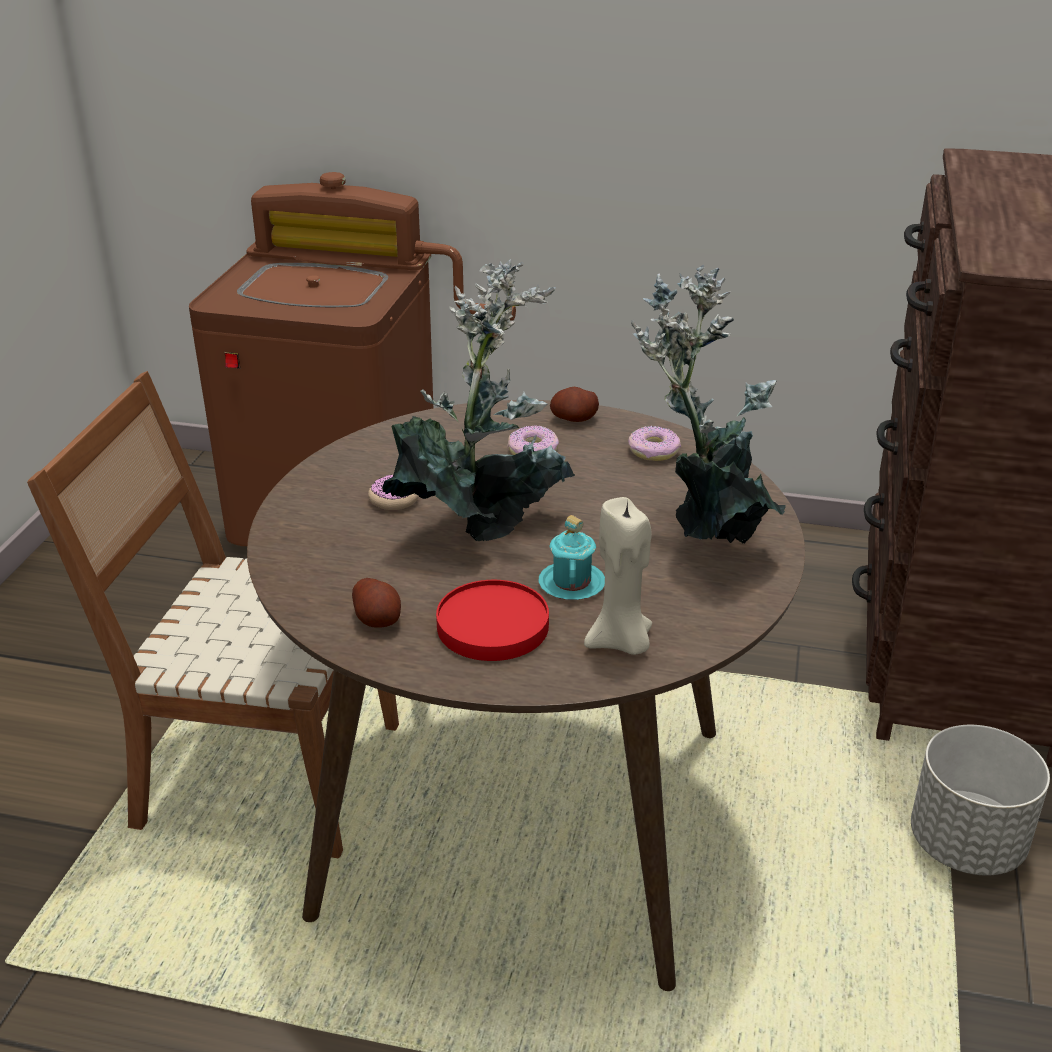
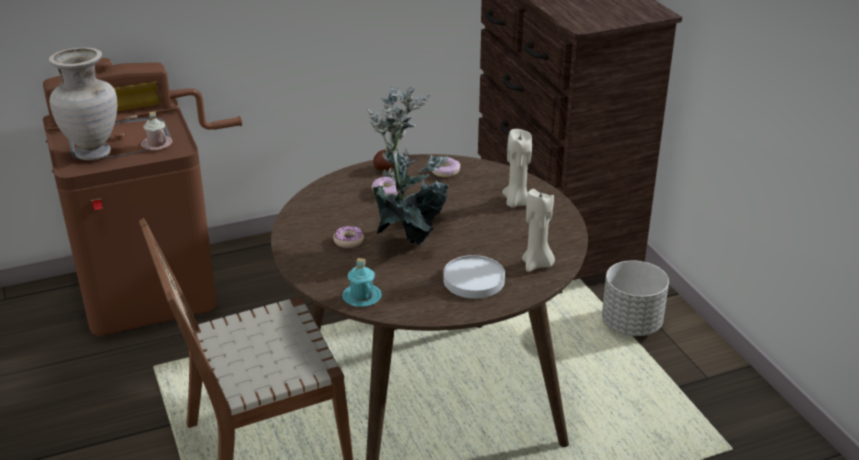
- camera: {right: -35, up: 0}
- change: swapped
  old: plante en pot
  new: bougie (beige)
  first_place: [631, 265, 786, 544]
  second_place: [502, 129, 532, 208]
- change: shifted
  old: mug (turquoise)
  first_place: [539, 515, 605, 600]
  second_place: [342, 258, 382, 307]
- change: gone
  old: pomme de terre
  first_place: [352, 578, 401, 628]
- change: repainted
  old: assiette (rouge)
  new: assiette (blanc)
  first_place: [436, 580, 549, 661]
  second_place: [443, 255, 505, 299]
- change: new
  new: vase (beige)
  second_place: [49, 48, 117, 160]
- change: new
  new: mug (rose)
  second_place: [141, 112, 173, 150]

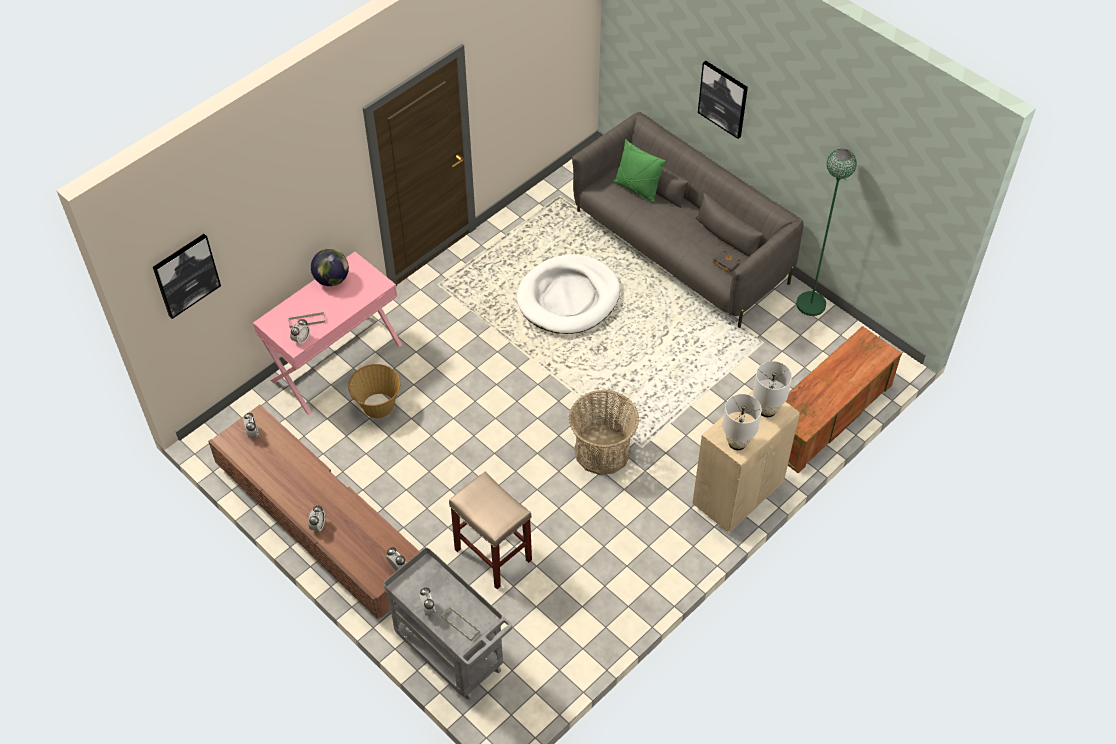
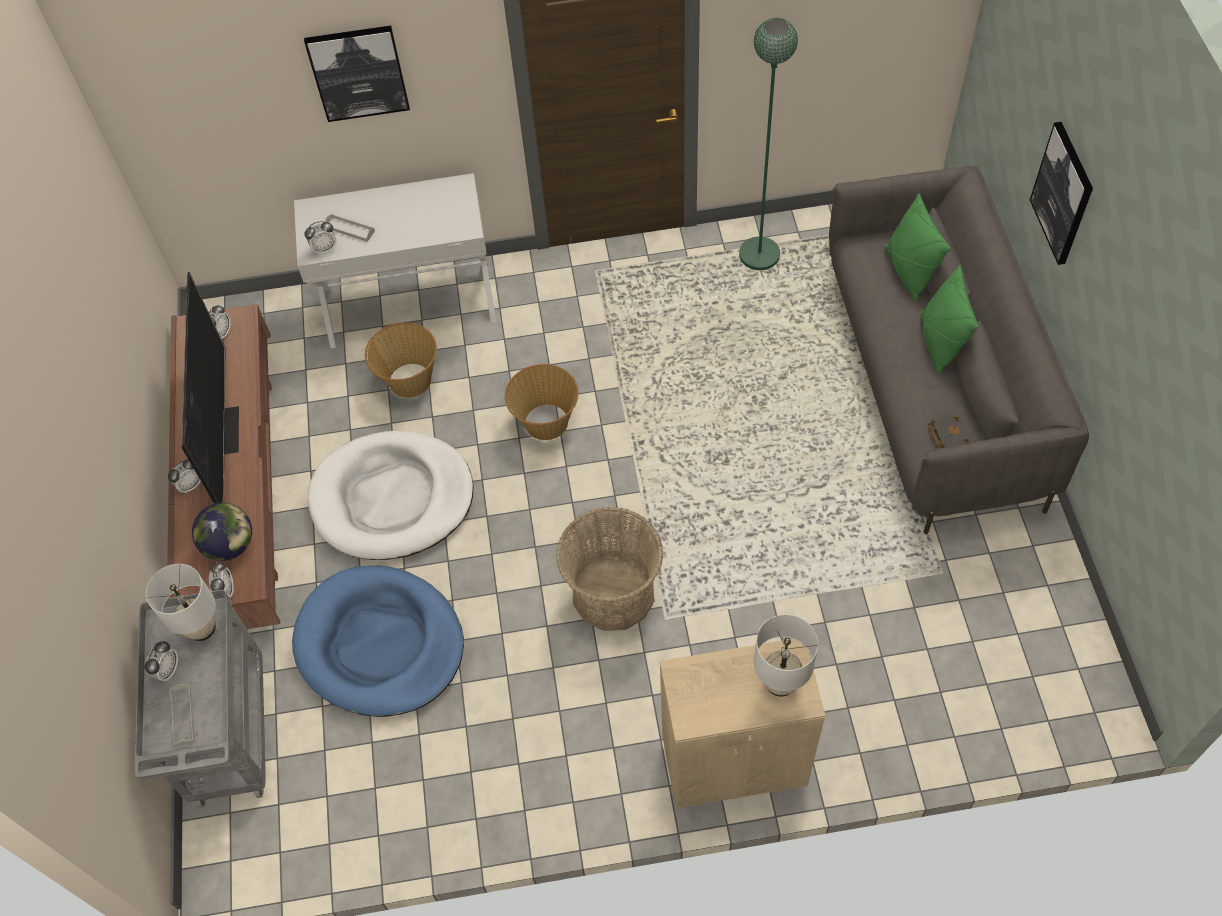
- camera: {right: 40, up: 5}
- change: shifted
  old: lampadaire (vert)
  first_place: [796, 149, 857, 316]
  second_place: [739, 18, 798, 270]
- change: shifted
  old: tableau
  first_place: [153, 234, 221, 319]
  second_place: [304, 26, 410, 122]
- change: shifted
  old: globe
  first_place: [311, 249, 349, 286]
  second_place: [192, 503, 252, 561]
- change: repainted
  old: table console (rose)
  new: table console (blanc)
  first_place: [253, 252, 402, 415]
  second_place: [294, 173, 496, 348]
- change: shifted
  old: panier pour chien (blanc)
  first_place: [516, 254, 620, 334]
  second_place: [308, 431, 473, 560]
- change: gone
  old: banc (marron)
  first_place: [786, 326, 902, 473]
- change: shifted
  old: lampe de table (blanc)
  first_place: [722, 394, 762, 450]
  second_place: [146, 564, 216, 641]
- change: swapped
  old: tabouret (beige)
  new: panier pour chien (bleu)
  first_place: [449, 472, 532, 589]
  second_place: [292, 566, 464, 717]
- change: new
  new: coussin (vert)
  second_place: [921, 264, 978, 374]
- change: new
  new: téléviseur
  second_place: [182, 272, 239, 504]
- change: new
  new: panier
  second_place: [505, 364, 579, 440]

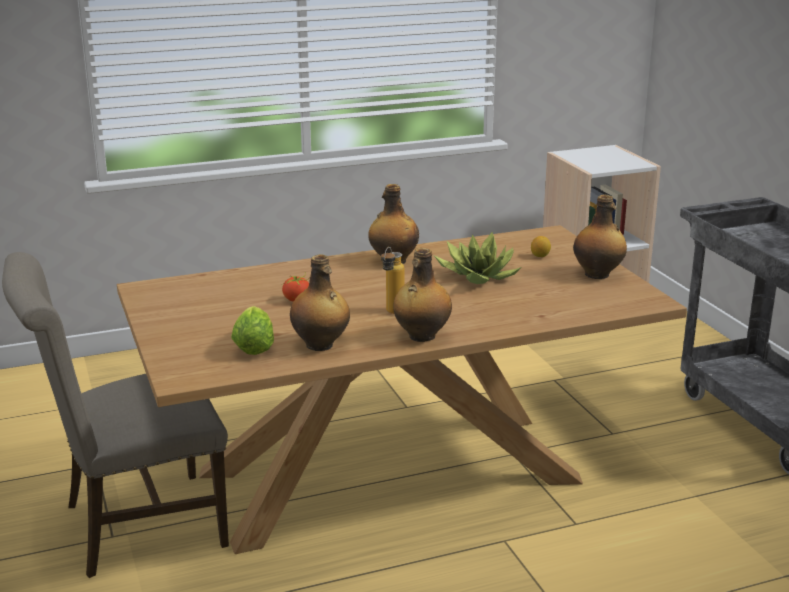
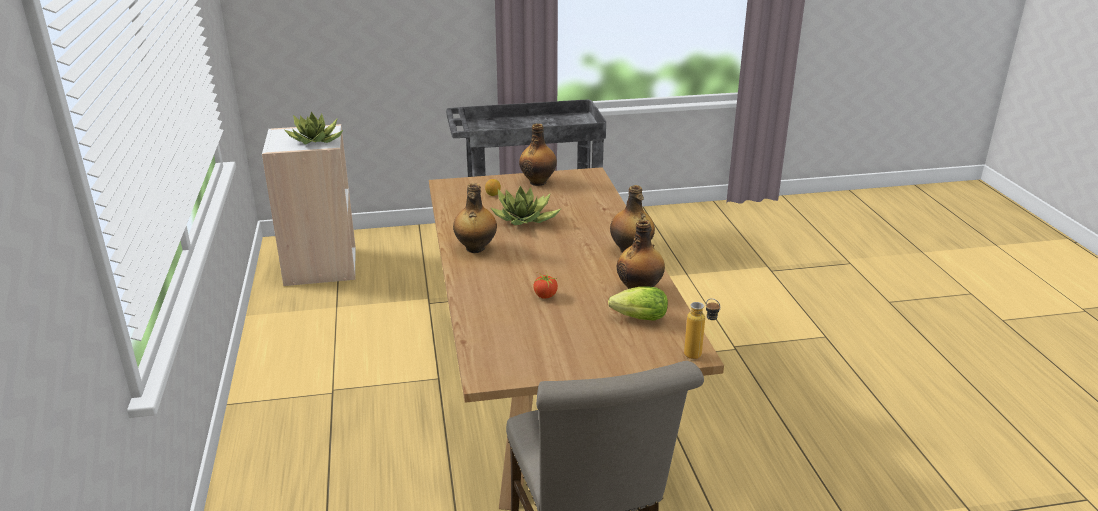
- camera: {right: -80, up: 5}
- change: shifted
  old: bouteille
  first_place: [381, 247, 405, 314]
  second_place: [684, 298, 720, 359]
- change: new
  new: plante en pot
  second_place: [285, 112, 344, 145]

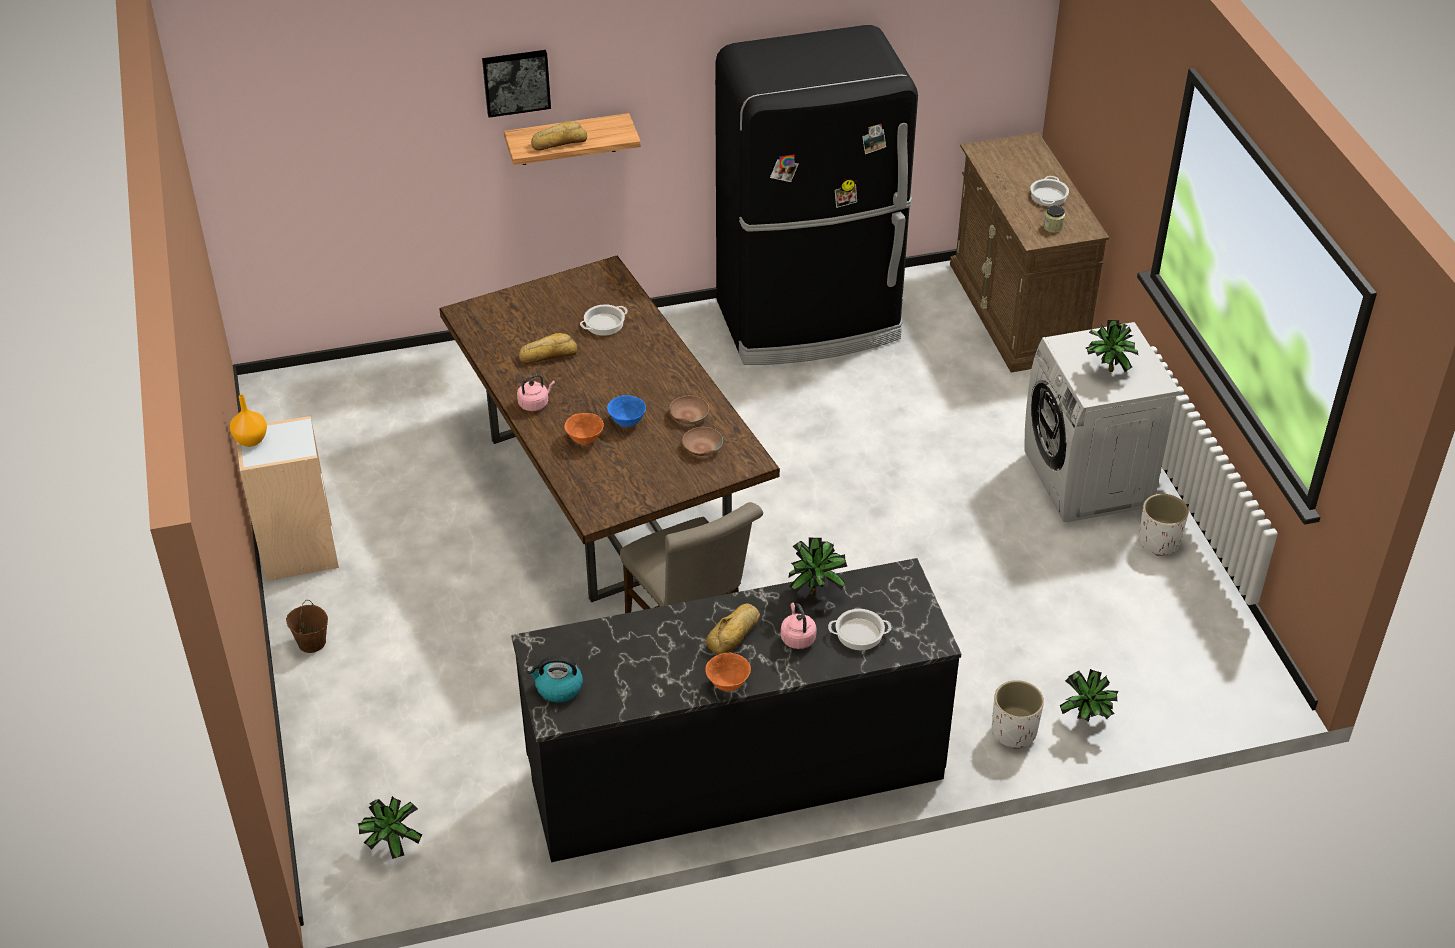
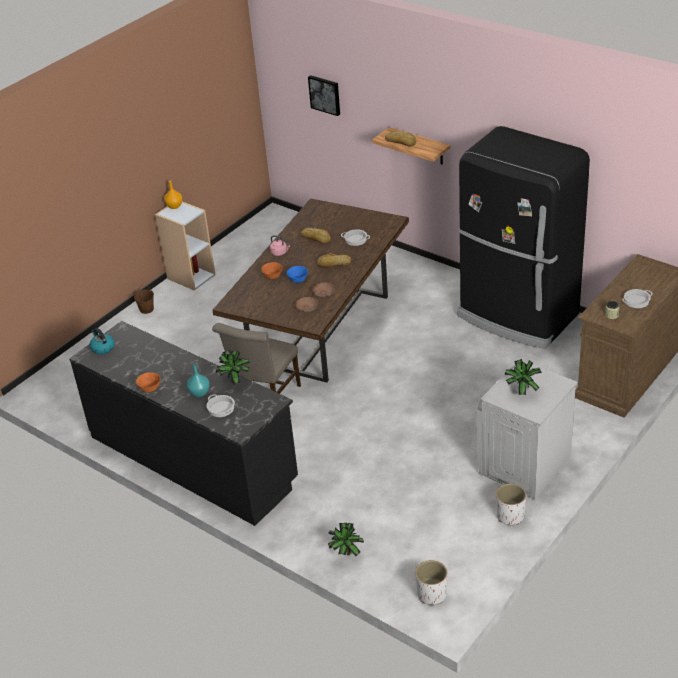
- camera: {right: 55, up: -5}
- change: shifted
  old: tableau
  first_place: [482, 50, 551, 118]
  second_place: [308, 75, 340, 116]
- change: swapped
  old: bouilloire (rose)
  new: vase (turquoise)
  first_place: [781, 603, 817, 649]
  second_place: [187, 364, 210, 397]
- change: shifted
  old: pain
  first_place: [706, 604, 760, 655]
  second_place: [317, 253, 351, 268]
- change: shifted
  old: cache-pot (blanc)
  first_place: [992, 680, 1044, 749]
  second_place: [415, 560, 448, 605]
- change: gone
  old: plante en pot
  first_place: [358, 796, 422, 859]

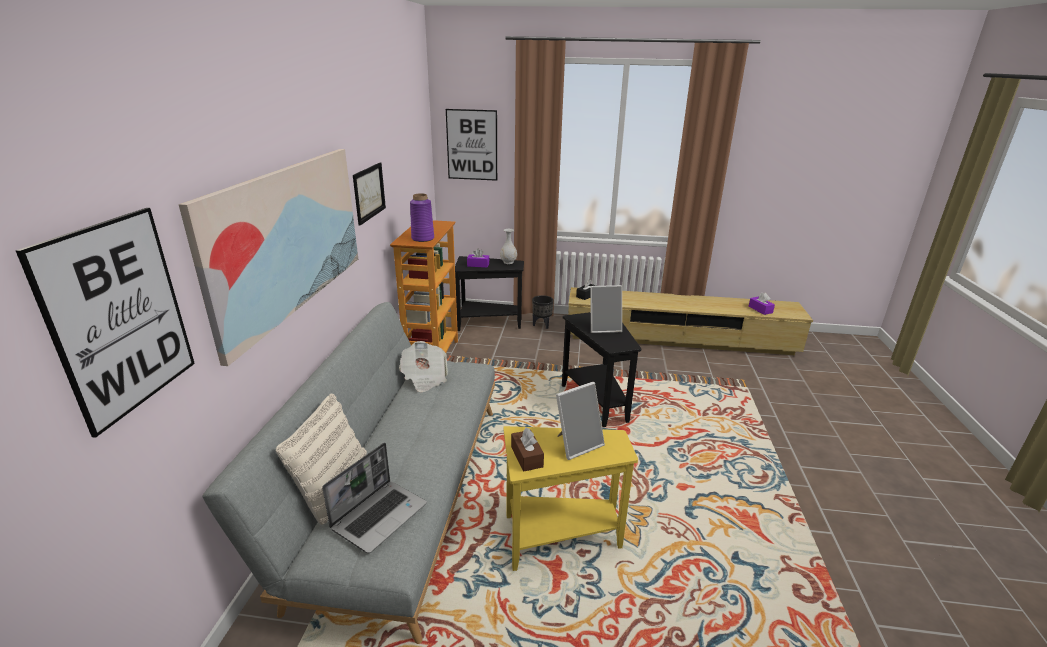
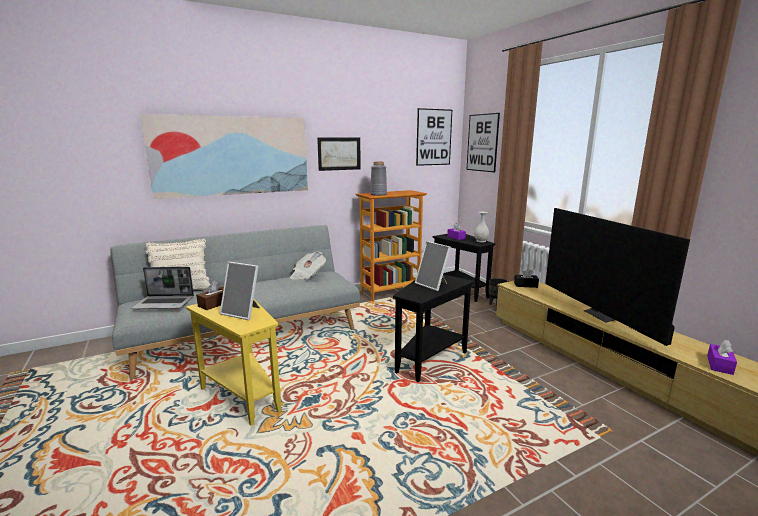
- camera: {right: 55, up: -10}
- change: repainted
  old: vase (violet)
  new: vase (gris)
  first_place: [410, 193, 434, 242]
  second_place: [370, 162, 387, 196]
- change: shifted
  old: tableau
  first_place: [16, 208, 195, 438]
  second_place: [416, 108, 452, 166]
- change: new
  new: téléviseur
  second_place: [545, 208, 690, 346]

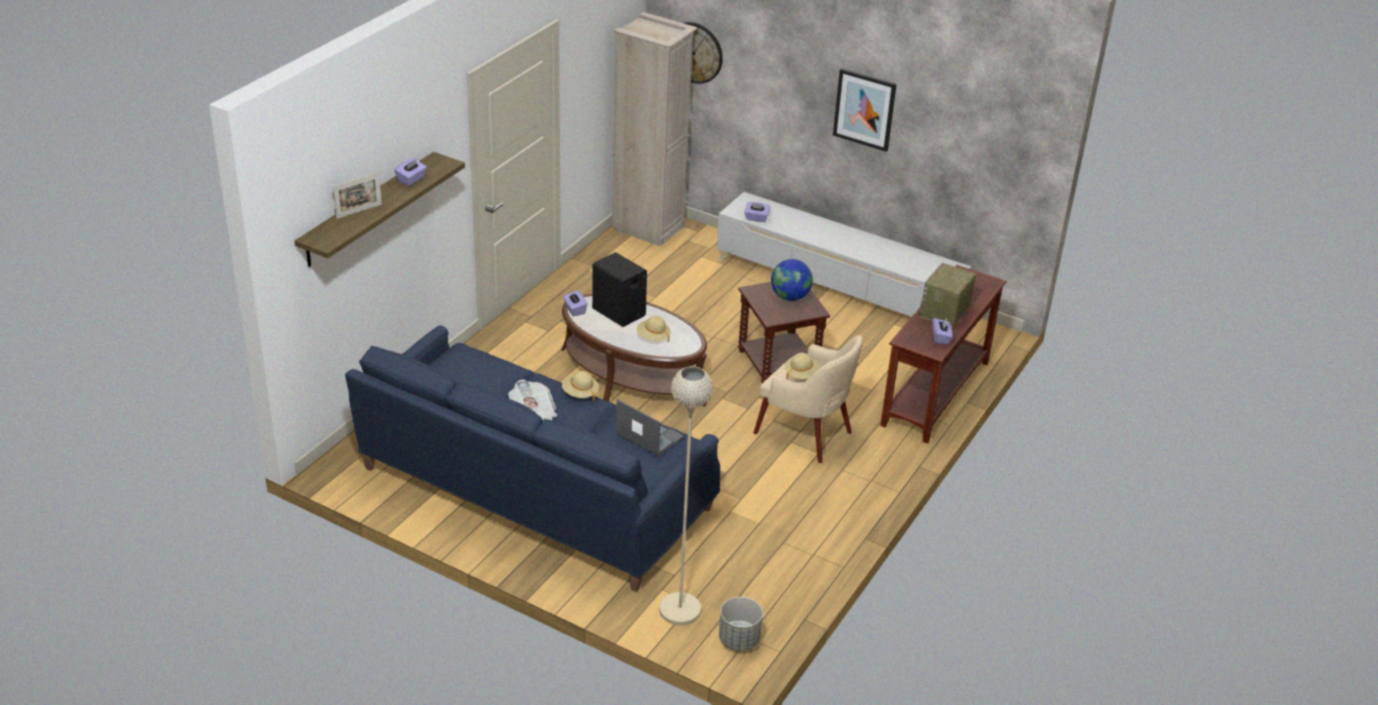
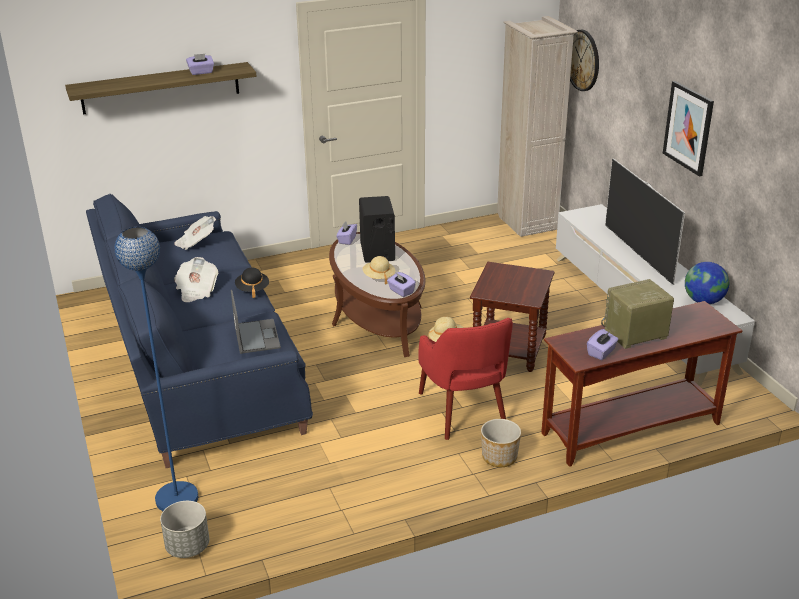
- camera: {right: 40, up: -5}
- change: gone
  old: cadre photo
  first_place: [333, 173, 382, 219]
- change: shifted
  old: boîte à mouchoirs (violet)
  first_place: [744, 202, 771, 222]
  second_place: [387, 272, 416, 297]
- change: shifted
  old: globe
  first_place: [771, 259, 813, 301]
  second_place: [685, 262, 729, 304]
- change: repainted
  old: fauteuil (beige)
  new: fauteuil (rouge)
  first_place: [754, 335, 863, 463]
  second_place: [418, 318, 513, 440]
- change: repainted
  old: lampadaire (beige)
  new: lampadaire (bleu)
  first_place: [659, 366, 713, 625]
  second_place: [114, 227, 198, 511]
- change: repainted
  old: chapeau (beige)
  new: chapeau (noir)
  first_place: [562, 371, 599, 401]
  second_place: [235, 268, 269, 298]
- change: new
  new: téléviseur
  second_place: [605, 158, 685, 285]
- change: new
  new: journal
  second_place: [174, 216, 216, 250]
- change: new
  new: cache-pot
  second_place: [481, 419, 521, 467]

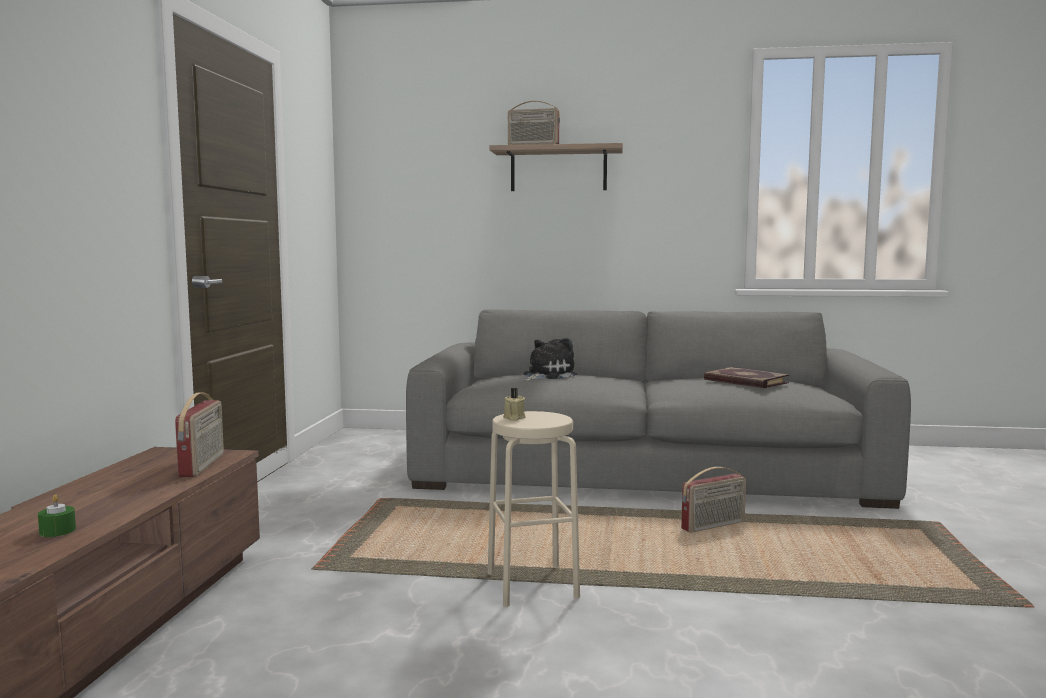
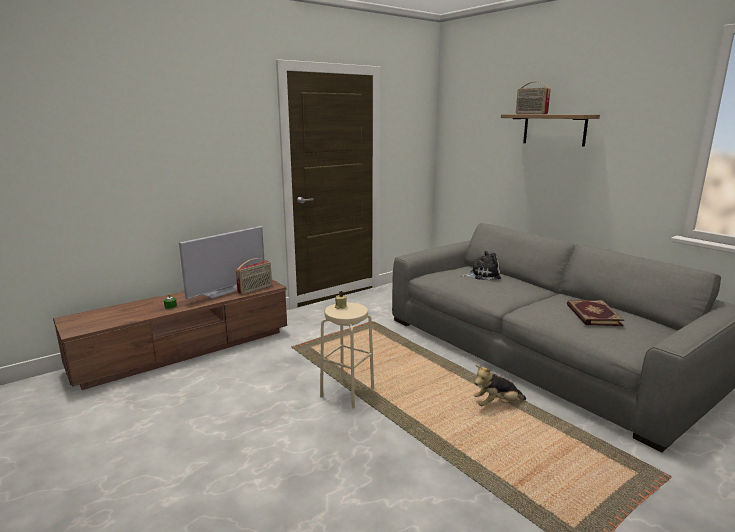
- camera: {right: 45, up: 10}
- change: swapped
  old: radio
  new: peluche
  first_place: [681, 467, 746, 533]
  second_place: [474, 365, 526, 406]
- change: new
  new: téléviseur
  second_place: [179, 226, 265, 299]

